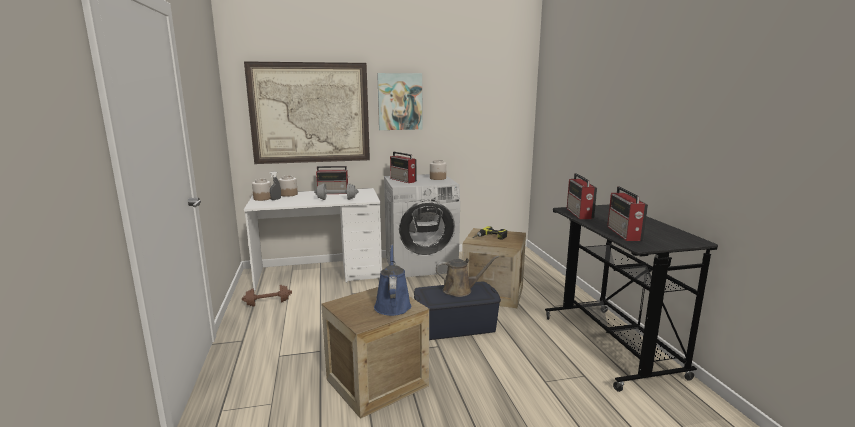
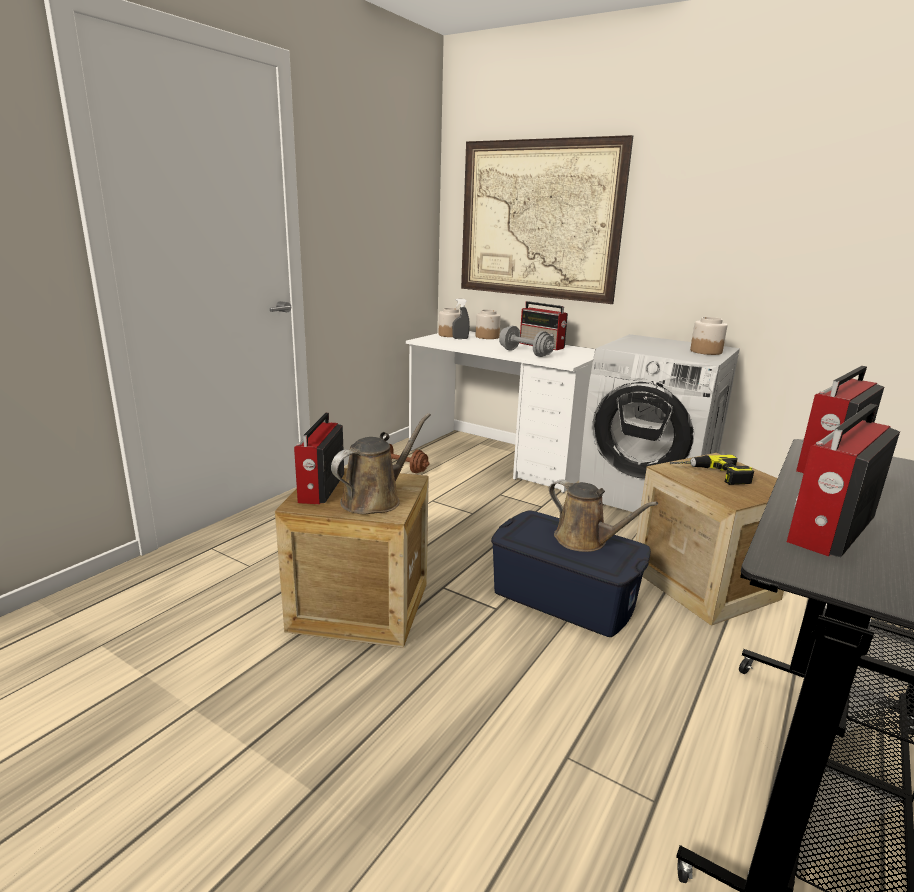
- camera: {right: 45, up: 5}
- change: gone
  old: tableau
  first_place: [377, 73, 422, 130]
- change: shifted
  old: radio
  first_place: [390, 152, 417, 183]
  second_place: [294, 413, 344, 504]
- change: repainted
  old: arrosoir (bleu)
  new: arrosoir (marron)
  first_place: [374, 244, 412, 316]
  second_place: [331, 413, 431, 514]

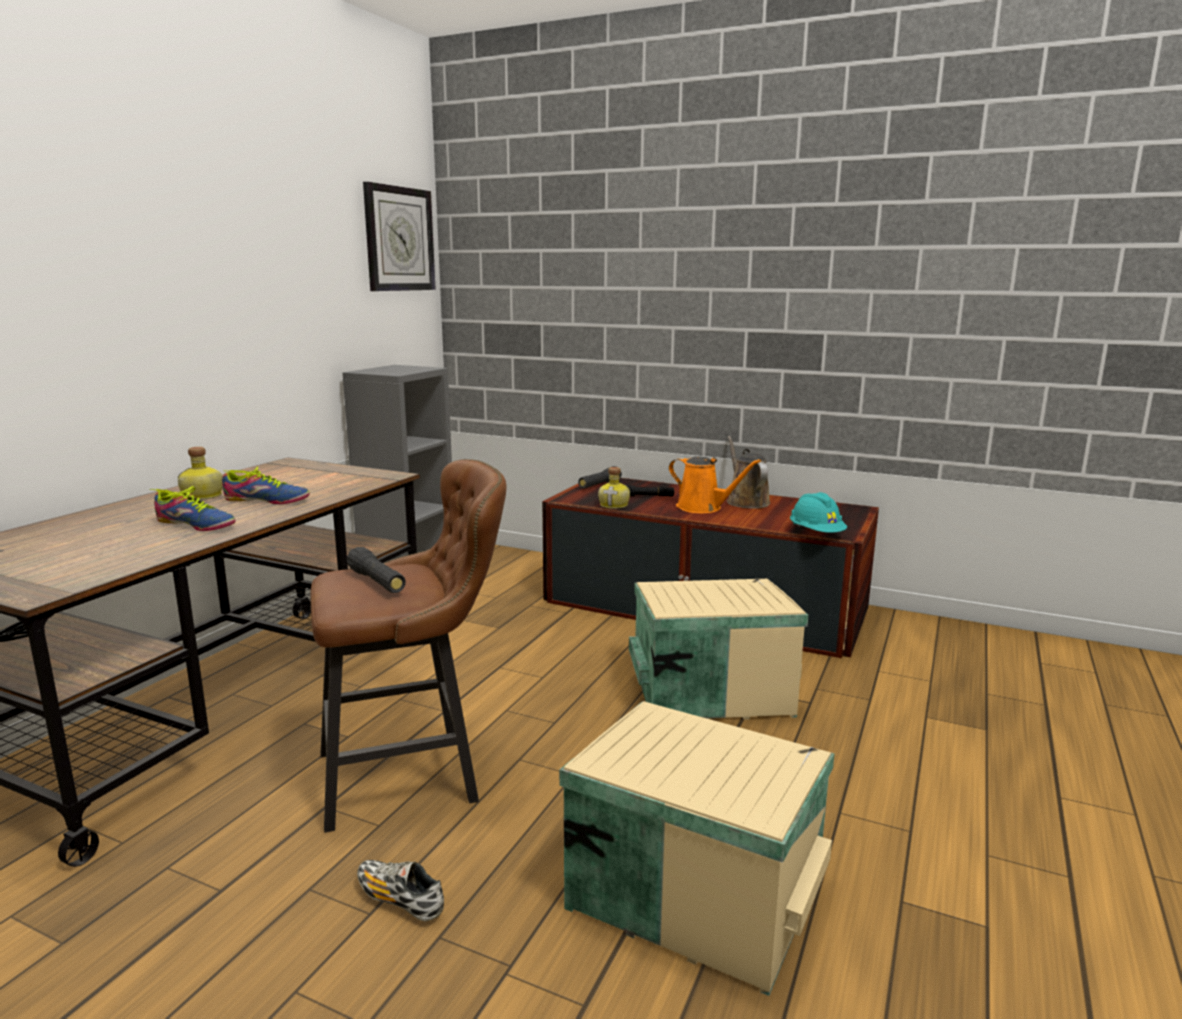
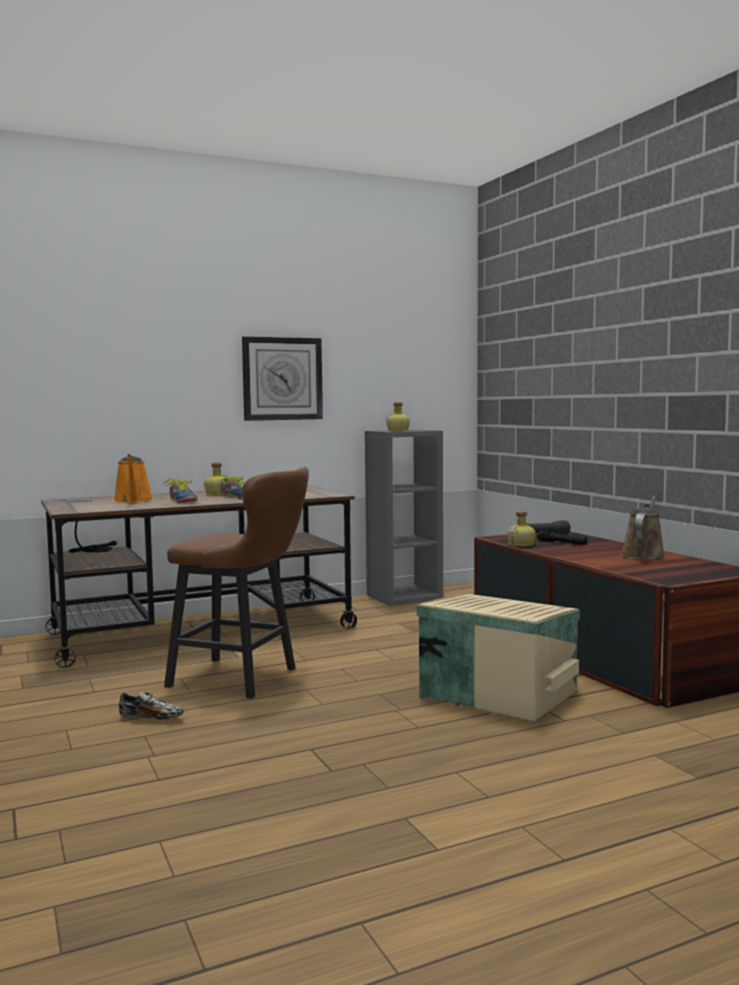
- camera: {right: 40, up: -10}
- change: shifted
  old: horloge murale
  first_place: [363, 182, 436, 291]
  second_place: [242, 336, 323, 421]
- change: shifted
  old: arrosoir (orange)
  first_place: [669, 456, 761, 513]
  second_place: [114, 454, 153, 503]
- change: gone
  old: casque de chantier (turquoise)
  first_place: [790, 492, 848, 533]
- change: gone
  old: lampe de poche (noir)
  first_place: [347, 547, 406, 593]
- change: gone
  old: boîte de rangement (beige)
  first_place: [559, 701, 835, 996]
- change: rotated
  old: chaussure
  first_place: [357, 860, 444, 921]
  second_place: [119, 692, 184, 720]
  degrees: 120
- change: new
  new: bouteille
  second_place: [386, 402, 410, 431]

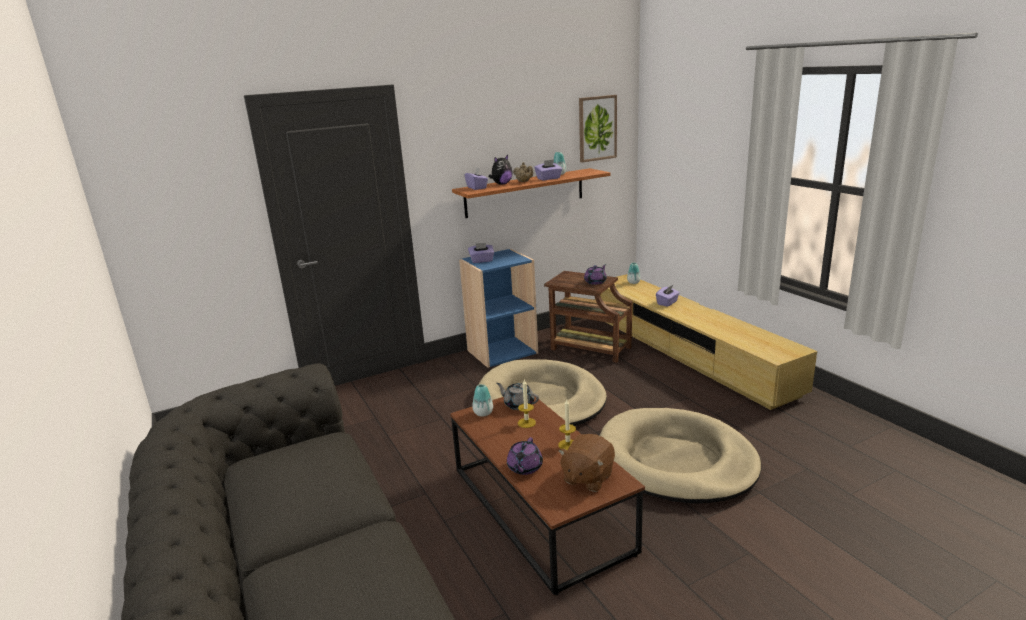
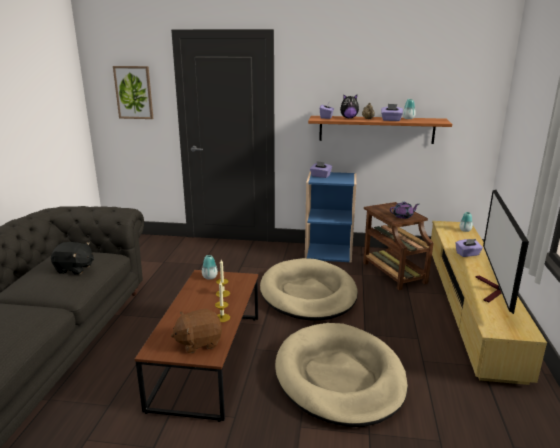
- camera: {right: 35, up: 0}
- change: shifted
  old: tableau
  first_place: [579, 95, 617, 163]
  second_place: [113, 66, 153, 119]
- change: gone
  old: théière (gris)
  first_place: [496, 383, 539, 410]
- change: gone
  old: théière (violet)
  first_place: [507, 437, 543, 475]
- change: new
  new: téléviseur
  second_place: [475, 190, 529, 314]
- change: new
  new: peluche (noir)
  second_place: [51, 242, 94, 275]

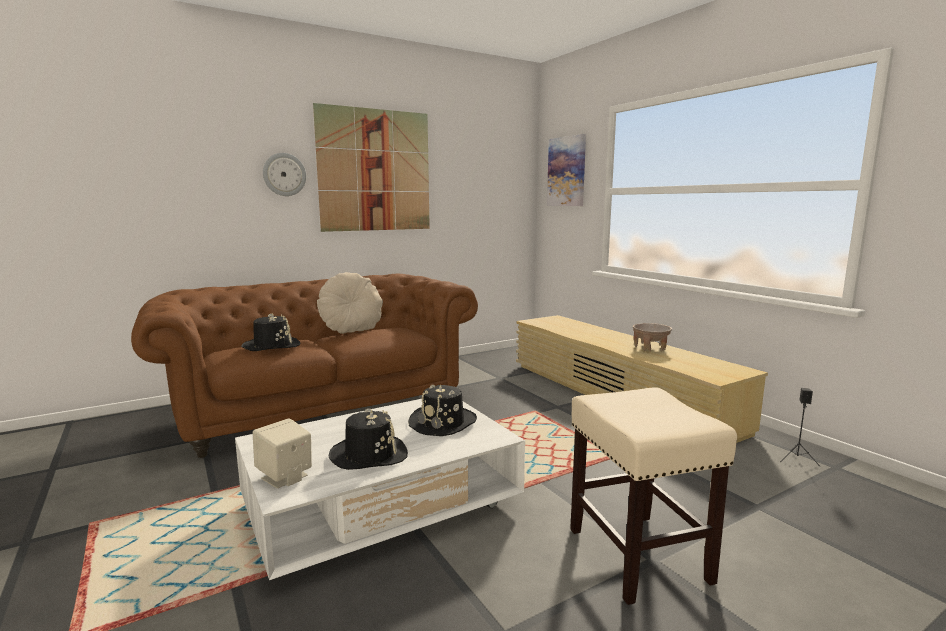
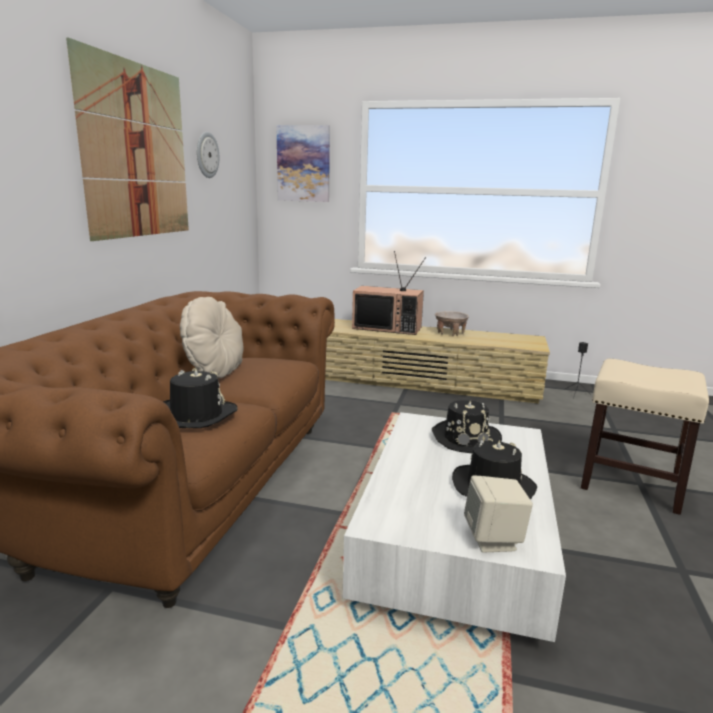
- camera: {right: -45, up: 5}
- change: shifted
  old: horloge murale
  first_place: [263, 153, 306, 196]
  second_place: [197, 132, 219, 178]
- change: new
  new: téléviseur
  second_place: [352, 251, 426, 335]

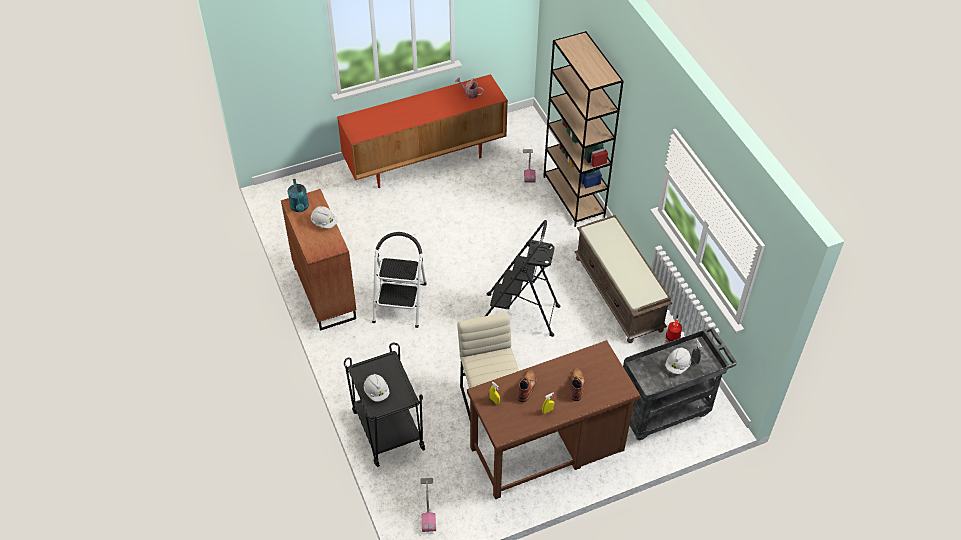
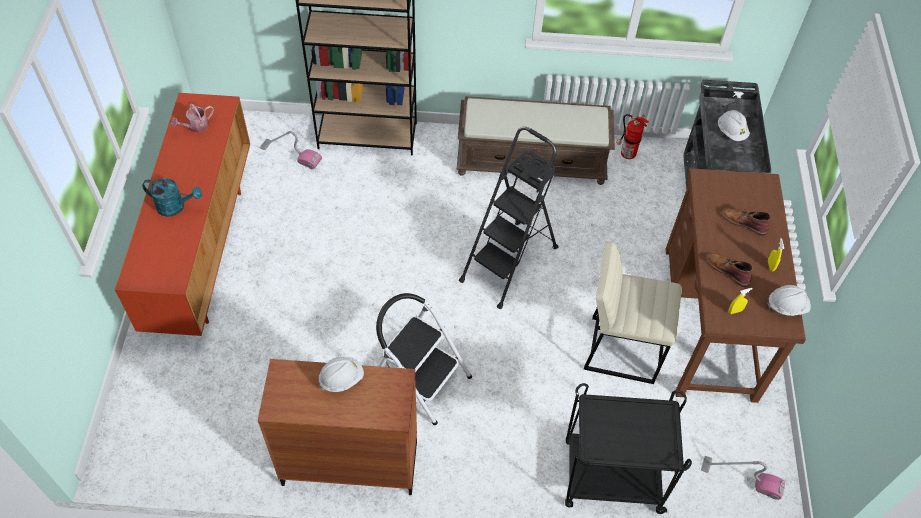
- camera: {right: -65, up: 5}
- change: shifted
  old: arrosoir (turquoise)
  first_place: [287, 179, 309, 212]
  second_place: [142, 178, 202, 217]
- change: shifted
  old: casque de chantier (blanc)
  first_place: [364, 374, 390, 402]
  second_place: [767, 285, 811, 316]

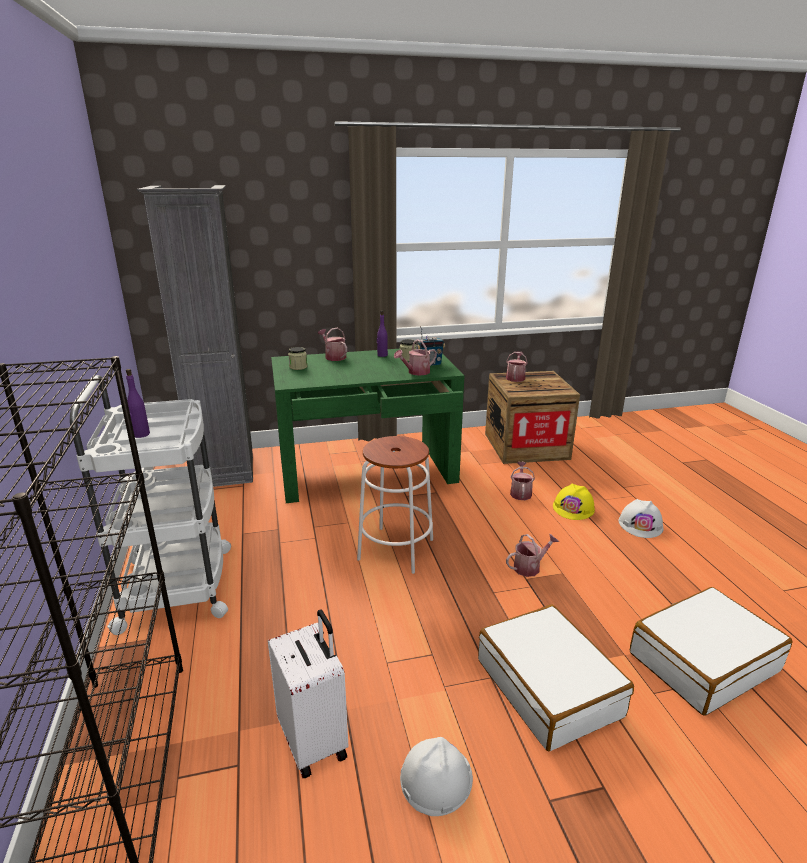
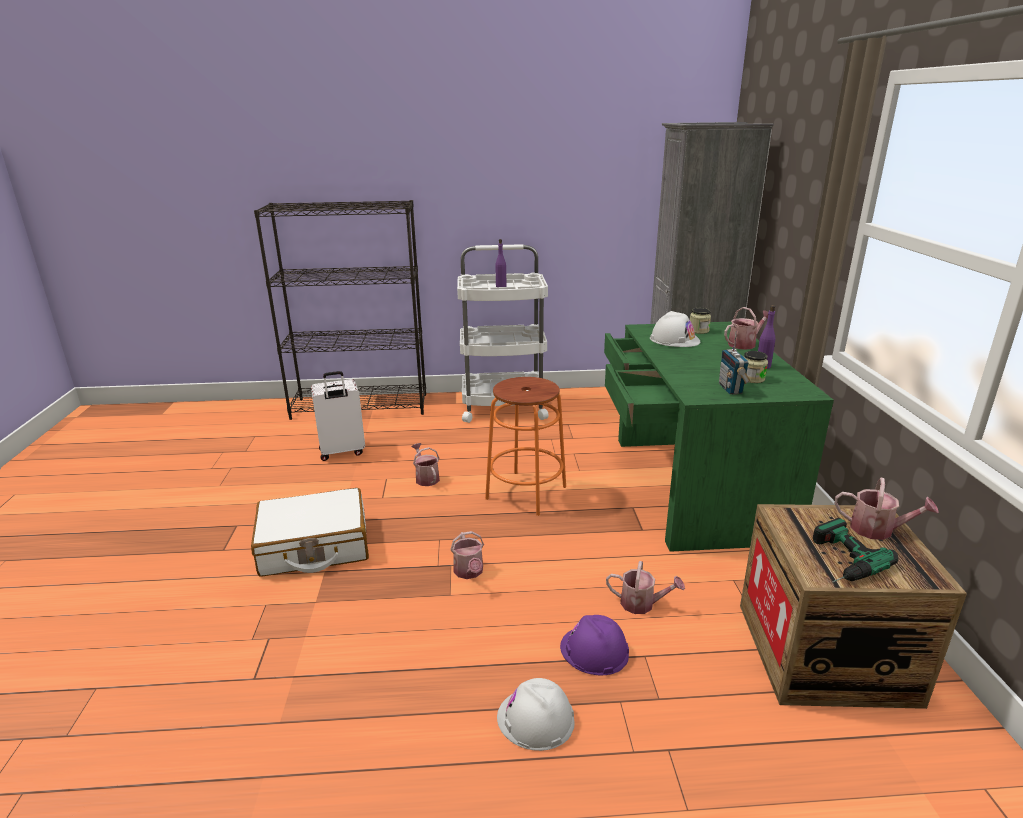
- camera: {right: 100, up: 0}
- change: shifted
  old: arrosoir
  first_place: [394, 340, 437, 376]
  second_place: [411, 443, 440, 486]
- change: repainted
  old: tabouret (blanc)
  new: tabouret (orange)
  first_place: [357, 436, 433, 574]
  second_place: [485, 377, 566, 516]
- change: repainted
  old: casque de chantier (jaune)
  new: casque de chantier (violet)
  first_place: [553, 483, 595, 520]
  second_place: [560, 615, 629, 675]
- change: gone
  old: valise (blanc)
  first_place: [630, 587, 792, 716]
- change: shifted
  old: casque de chantier (blanc)
  first_place: [400, 737, 473, 816]
  second_place: [650, 311, 700, 347]
- change: new
  new: perceuse
  second_place: [813, 518, 898, 582]

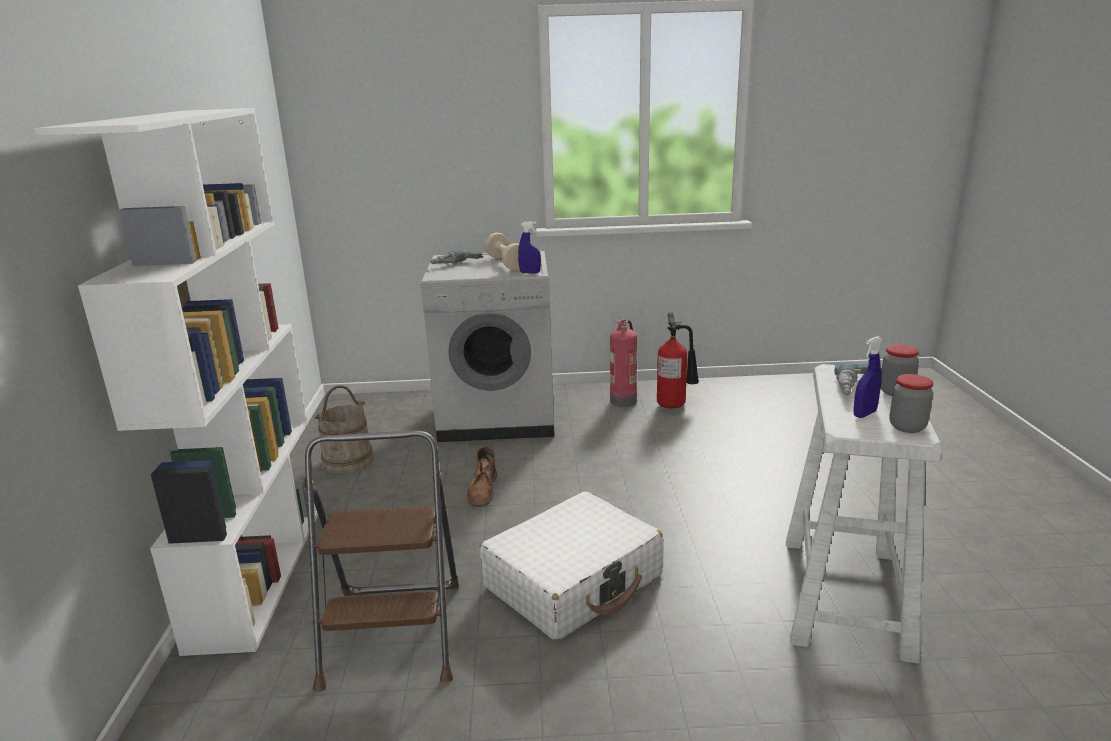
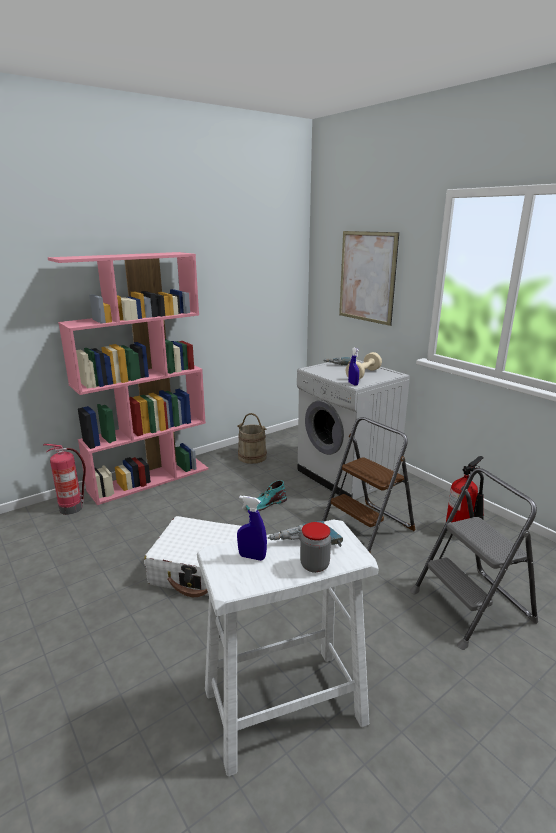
- camera: {right: 55, up: 0}
- change: repainted
  old: bibliothèque (blanc)
  new: bibliothèque (rose)
  first_place: [35, 108, 318, 656]
  second_place: [48, 252, 208, 505]
- change: shifted
  old: extincteur
  first_place: [610, 319, 637, 407]
  second_place: [44, 444, 86, 515]
- change: gone
  old: bocal
  first_place: [889, 374, 934, 433]
- change: shifted
  old: escabeau (marron)
  first_place: [304, 431, 459, 692]
  second_place: [322, 417, 415, 554]
- change: repainted
  old: botte (marron)
  new: botte (turquoise)
  first_place: [467, 446, 497, 507]
  second_place: [246, 480, 287, 511]
- change: new
  new: tableau
  second_place: [339, 231, 399, 326]
- change: new
  new: escabeau (gris)
  second_place: [410, 468, 538, 650]

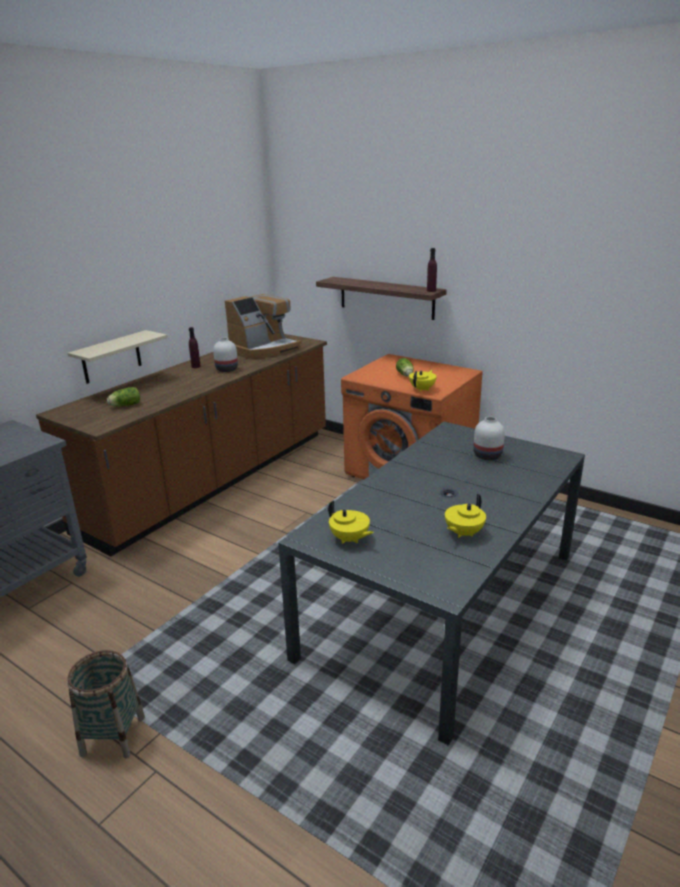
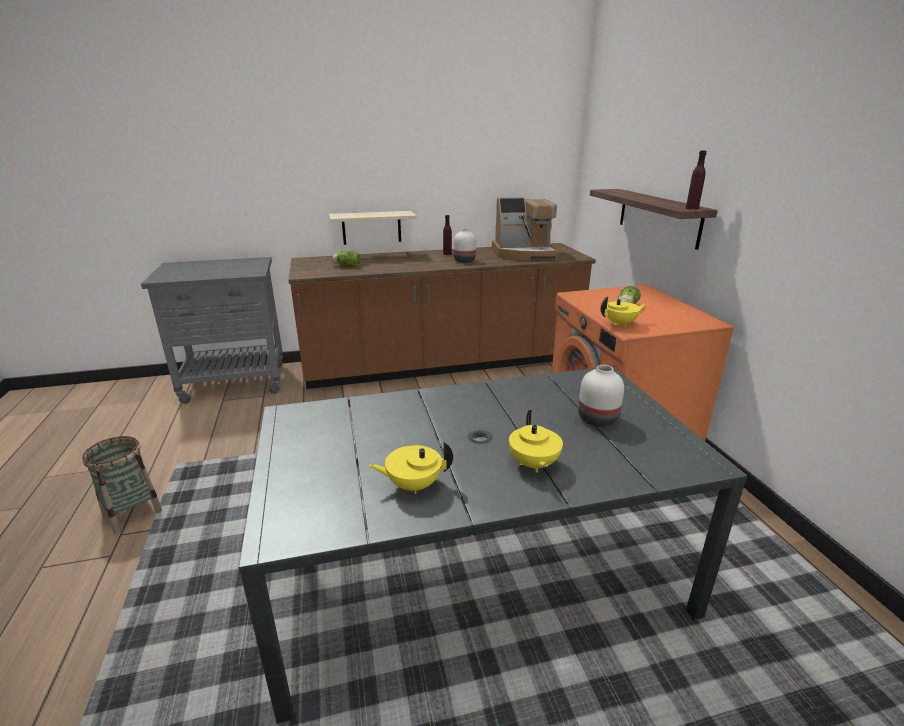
- camera: {right: 40, up: 0}
- change: shifted
  old: théière (jaune)
  first_place: [328, 501, 374, 544]
  second_place: [509, 410, 563, 473]

